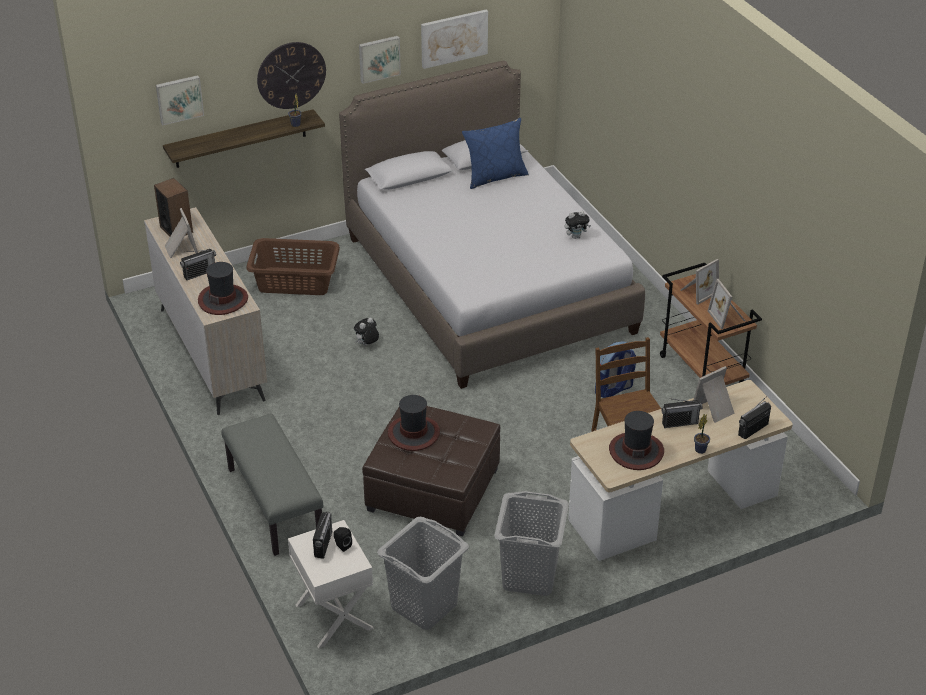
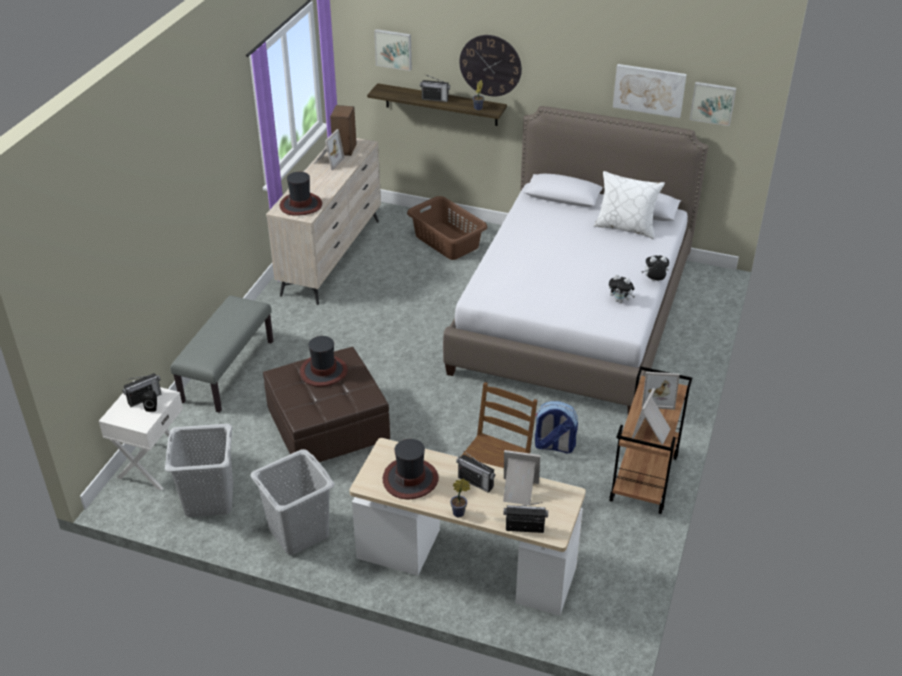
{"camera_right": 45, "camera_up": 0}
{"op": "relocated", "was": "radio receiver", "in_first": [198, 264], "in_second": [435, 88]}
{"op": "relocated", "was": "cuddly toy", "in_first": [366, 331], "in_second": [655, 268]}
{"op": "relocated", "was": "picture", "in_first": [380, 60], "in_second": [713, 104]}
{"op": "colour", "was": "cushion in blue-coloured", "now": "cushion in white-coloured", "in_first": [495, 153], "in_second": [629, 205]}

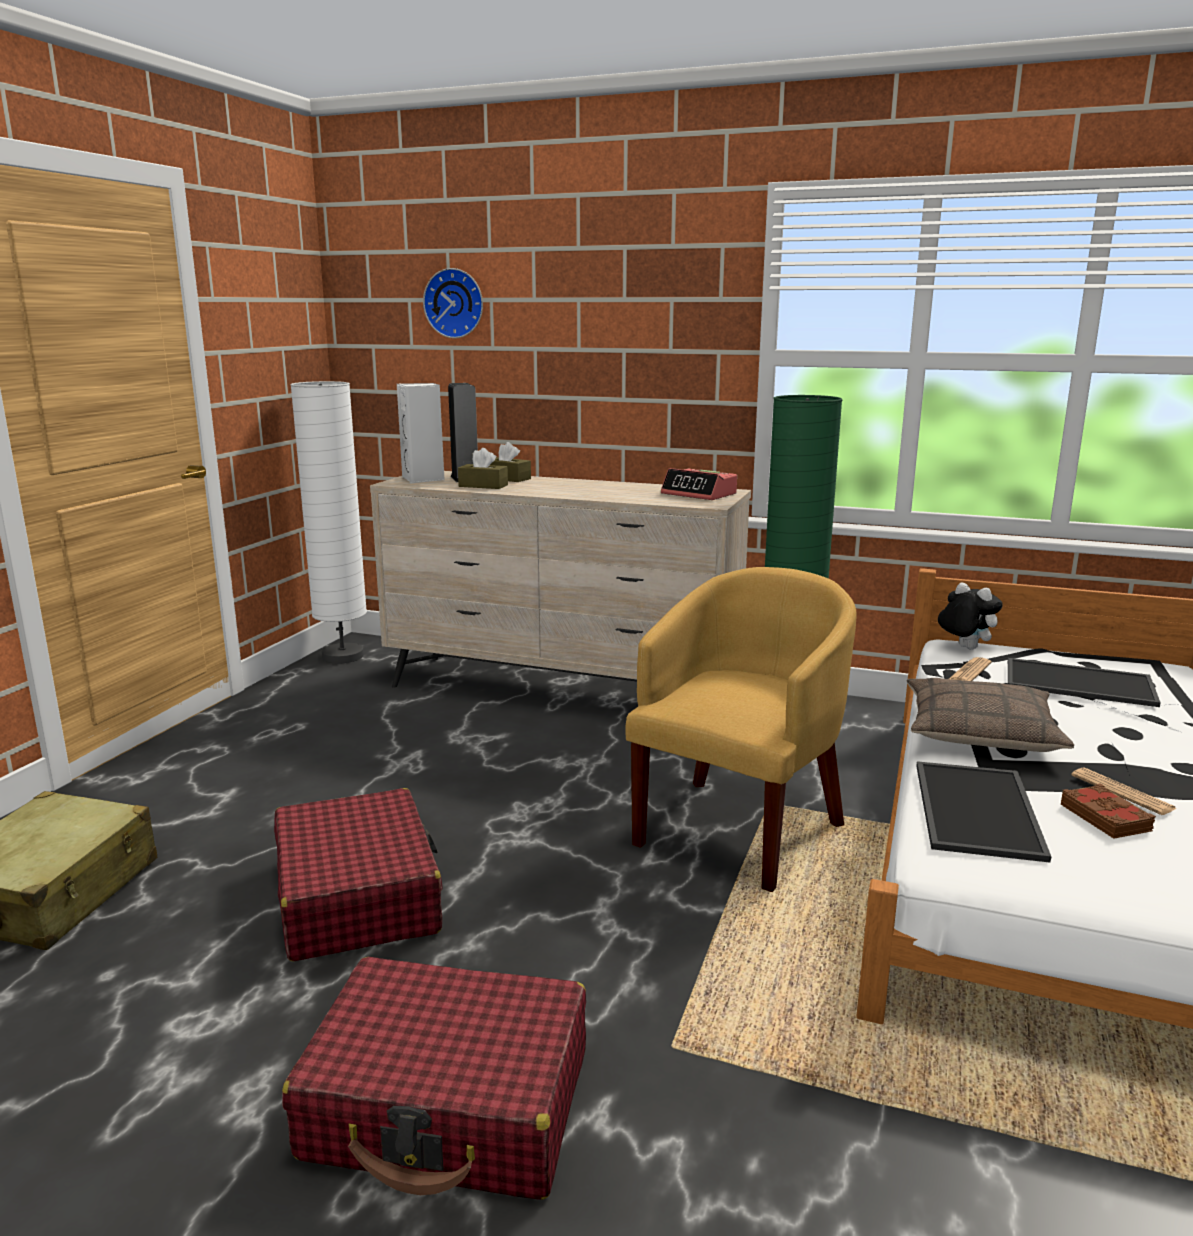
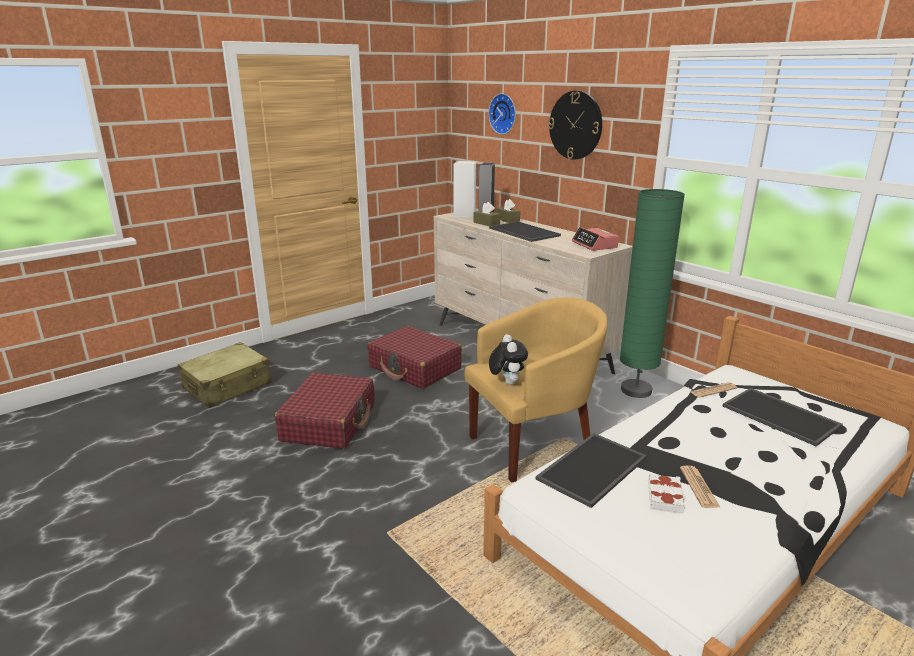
{"camera_right": 30, "camera_up": 5}
{"op": "relocated", "was": "suitcase in red", "in_first": [434, 1078], "in_second": [414, 357]}
{"op": "missing", "was": "standing lamp in white-coloured", "in_first": [328, 522]}
{"op": "missing", "was": "cushion", "in_first": [990, 715]}
{"op": "relocated", "was": "cuddly toy", "in_first": [970, 616], "in_second": [508, 359]}
{"op": "colour", "was": "bound book in brown", "now": "bound book in white-coloured", "in_first": [1108, 811], "in_second": [666, 493]}
{"op": "appeared", "now": "tray", "in_second": [525, 231]}
{"op": "appeared", "now": "hanging clock", "in_second": [575, 125]}

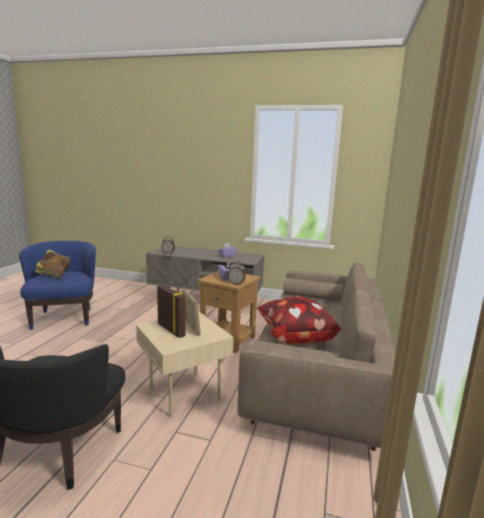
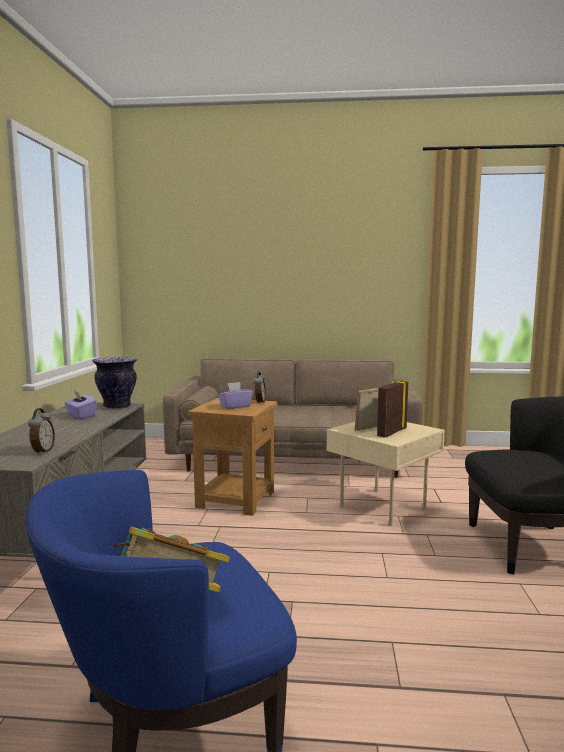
{"camera_right": -100, "camera_up": -5}
{"op": "missing", "was": "cushion", "in_first": [299, 320]}
{"op": "appeared", "now": "vase", "in_second": [114, 383]}

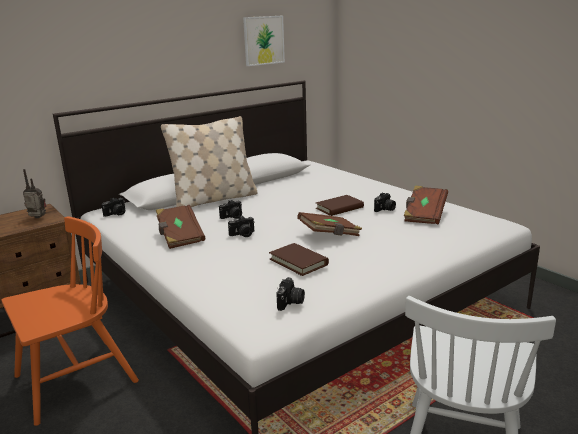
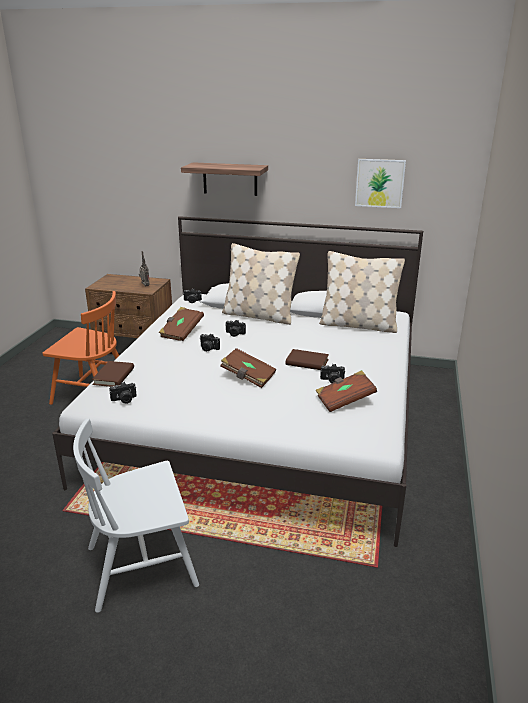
{"camera_right": 50, "camera_up": 5}
{"op": "relocated", "was": "bound book in brown", "in_first": [299, 259], "in_second": [113, 374]}
{"op": "appeared", "now": "shelf", "in_second": [224, 179]}
{"op": "appeared", "now": "cushion in beige", "in_second": [362, 292]}

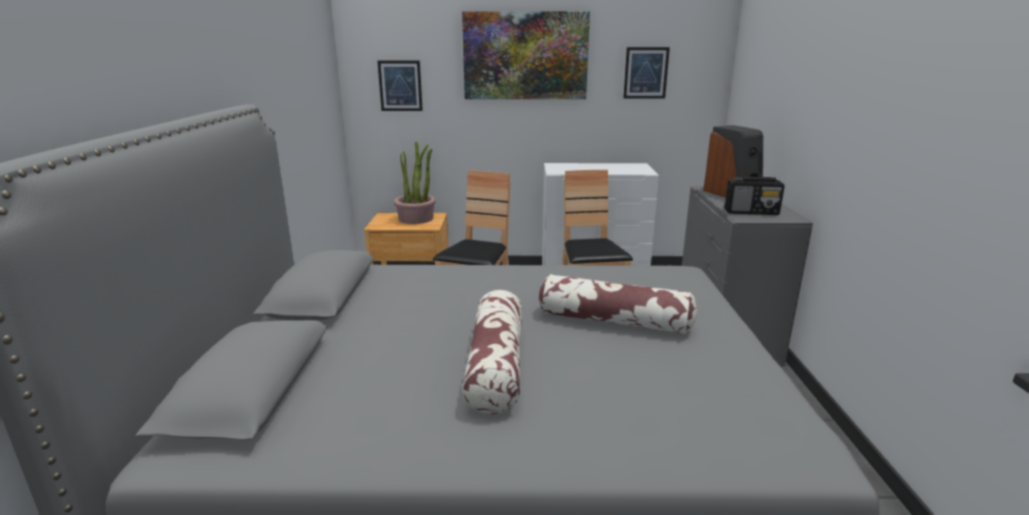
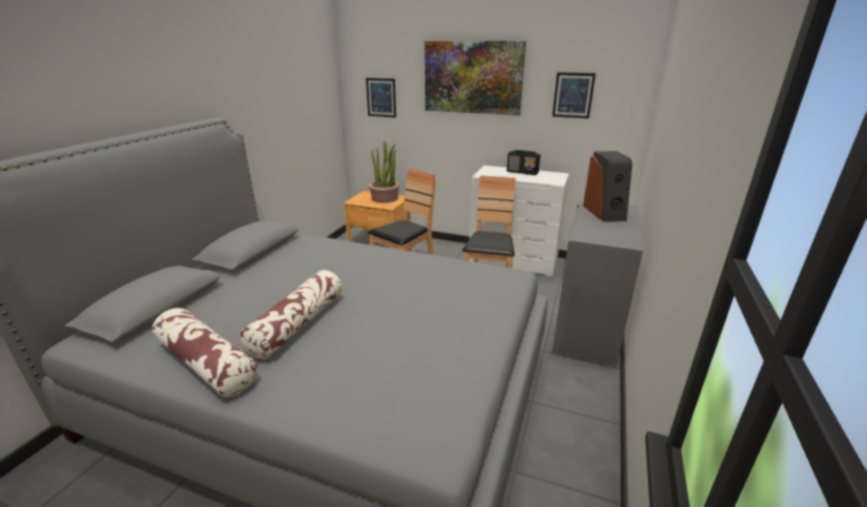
{"camera_right": 20, "camera_up": 5}
{"op": "relocated", "was": "cushion", "in_first": [618, 304], "in_second": [205, 352]}
{"op": "relocated", "was": "radio receiver", "in_first": [755, 196], "in_second": [523, 162]}

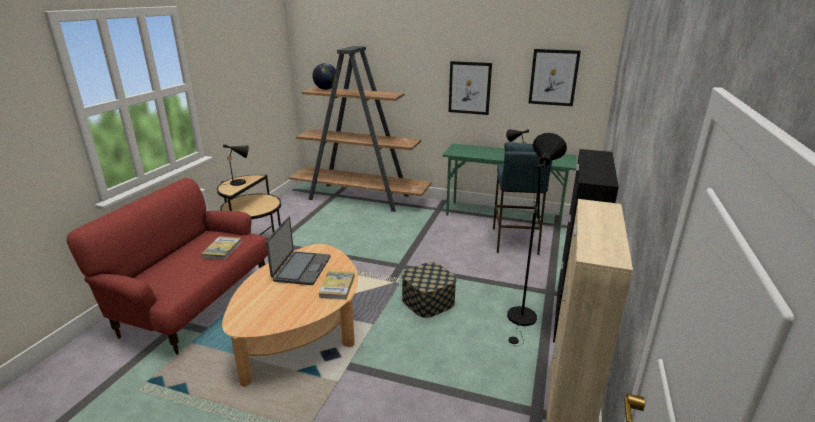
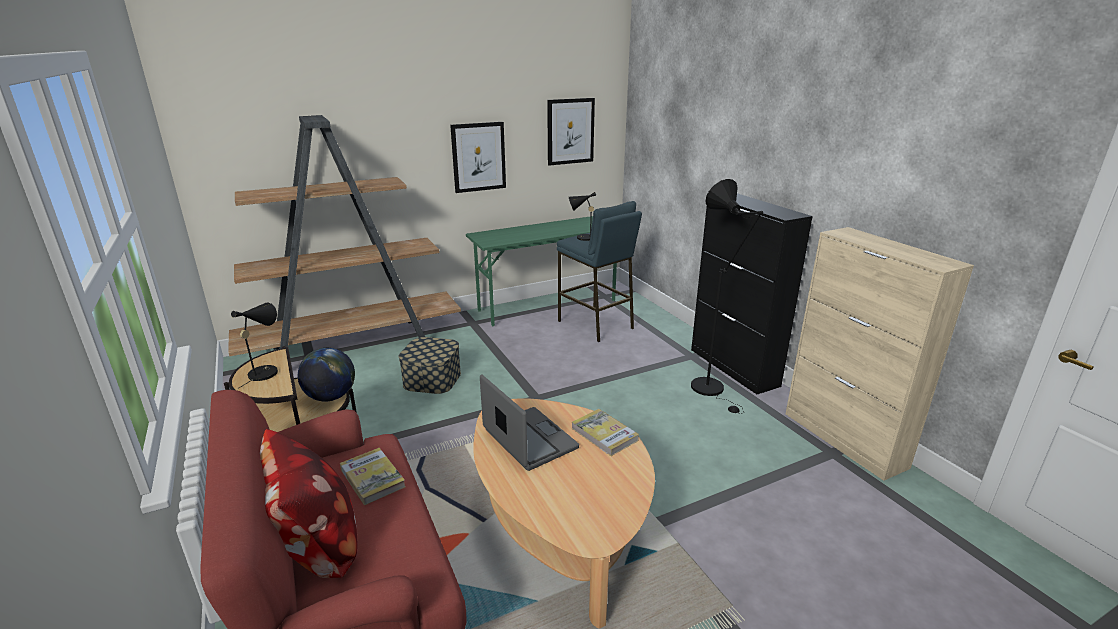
{"camera_right": -45, "camera_up": 0}
{"op": "relocated", "was": "world globe", "in_first": [324, 76], "in_second": [326, 375]}
{"op": "relocated", "was": "storage box", "in_first": [429, 290], "in_second": [430, 365]}
{"op": "appeared", "now": "cushion", "in_second": [308, 503]}

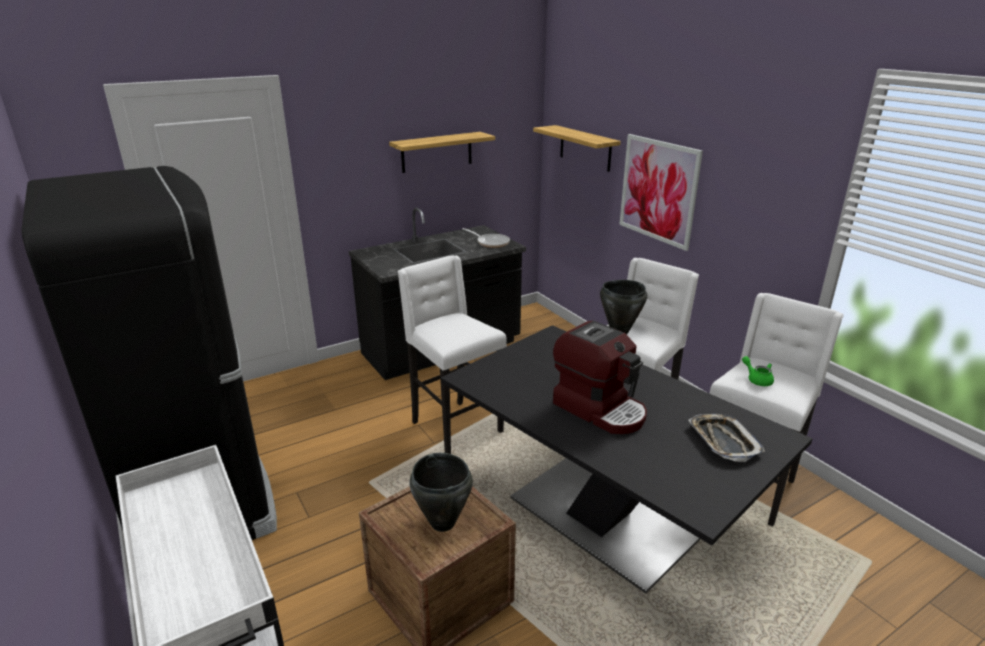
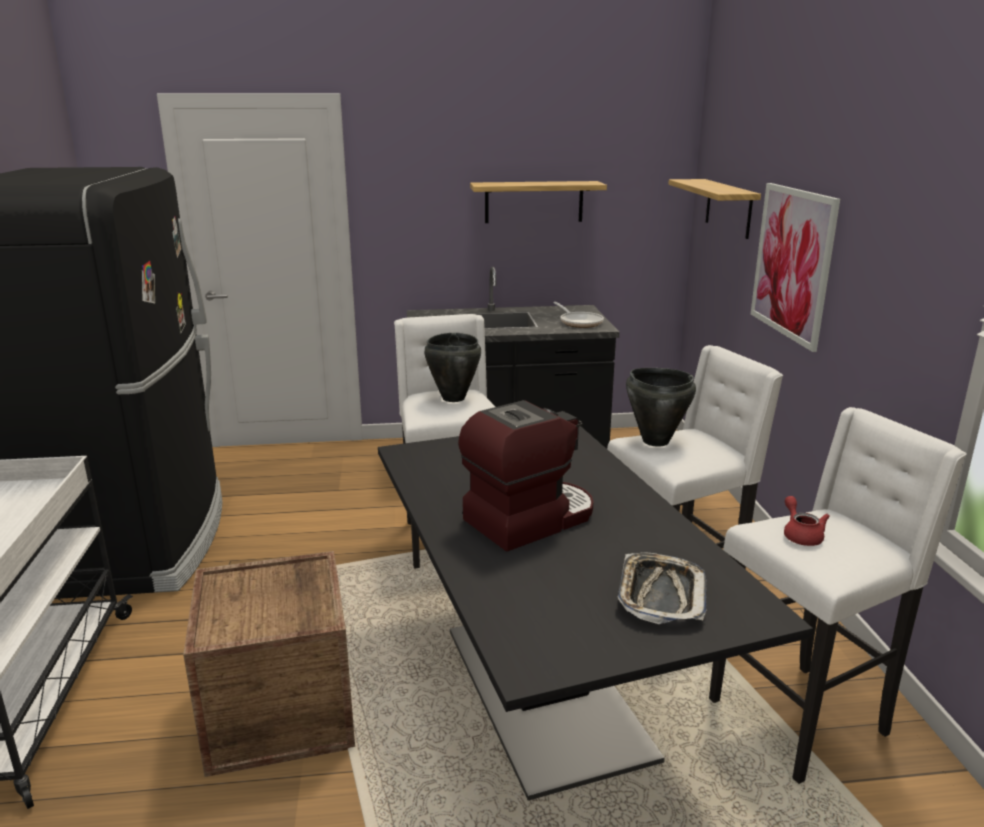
{"camera_right": 25, "camera_up": -5}
{"op": "relocated", "was": "saucepot in black", "in_first": [441, 492], "in_second": [452, 367]}
{"op": "spun", "was": "coffee machine", "in_first": [600, 377], "in_second": [526, 476], "clockwise": -105}
{"op": "colour", "was": "pot for tea in greenish", "now": "pot for tea in red", "in_first": [758, 371], "in_second": [807, 521]}

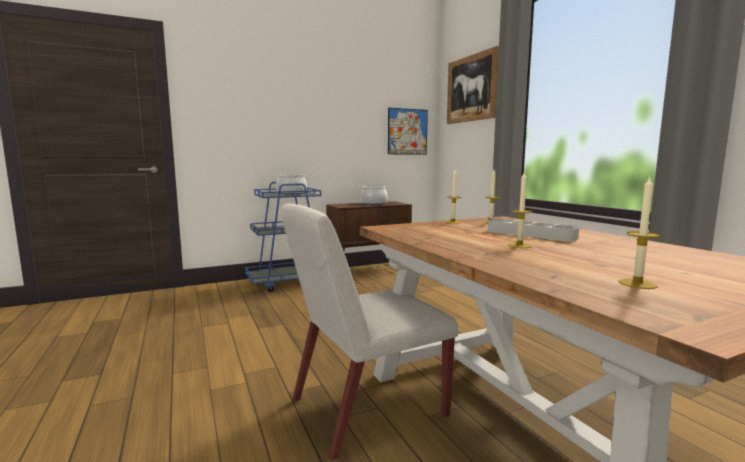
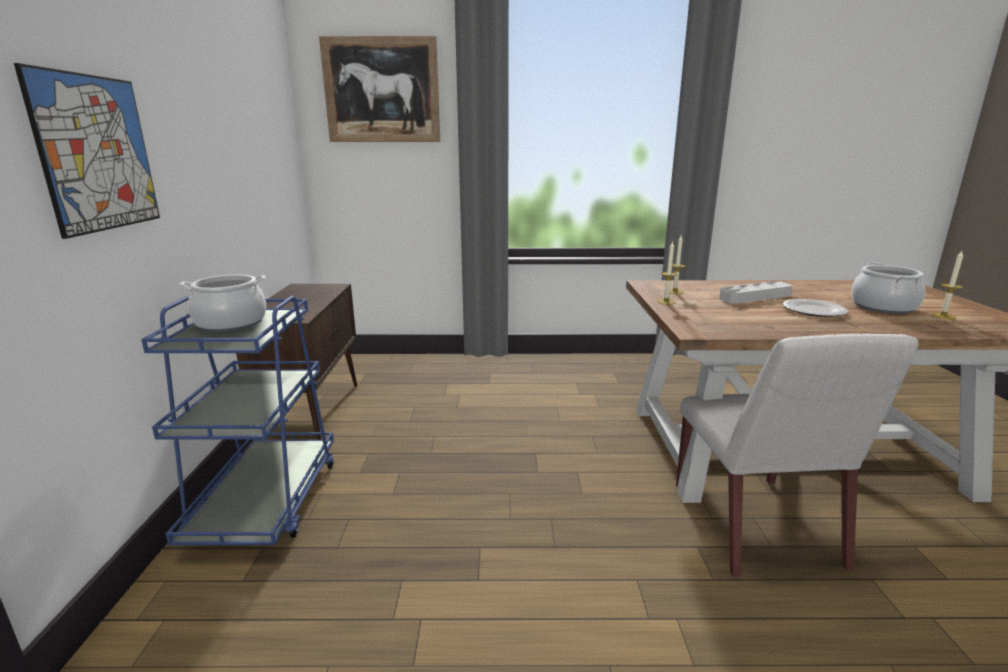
{"camera_right": -65, "camera_up": 10}
{"op": "relocated", "was": "saucepot", "in_first": [374, 195], "in_second": [888, 288]}
{"op": "relocated", "was": "picture", "in_first": [408, 131], "in_second": [87, 151]}
{"op": "exchanged", "was": "wax candle", "now": "dinner plate", "in_first": [520, 209], "in_second": [815, 308]}

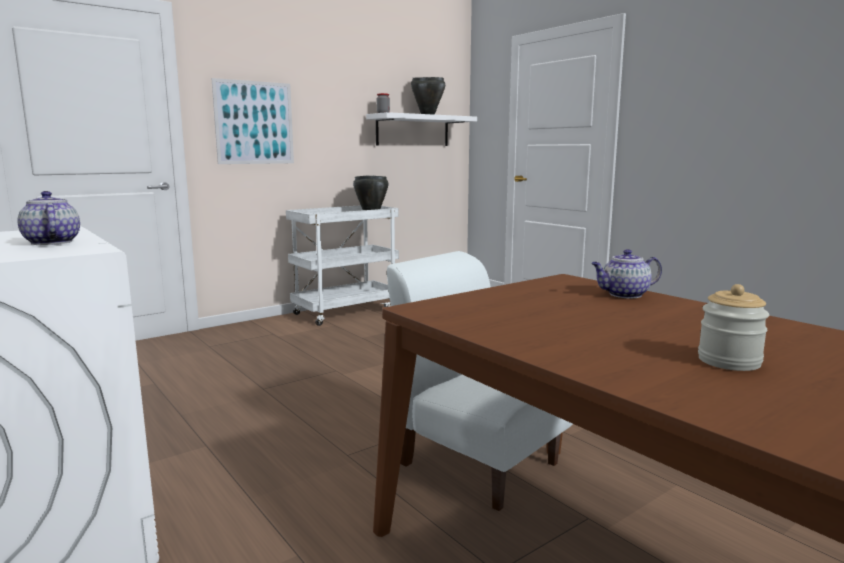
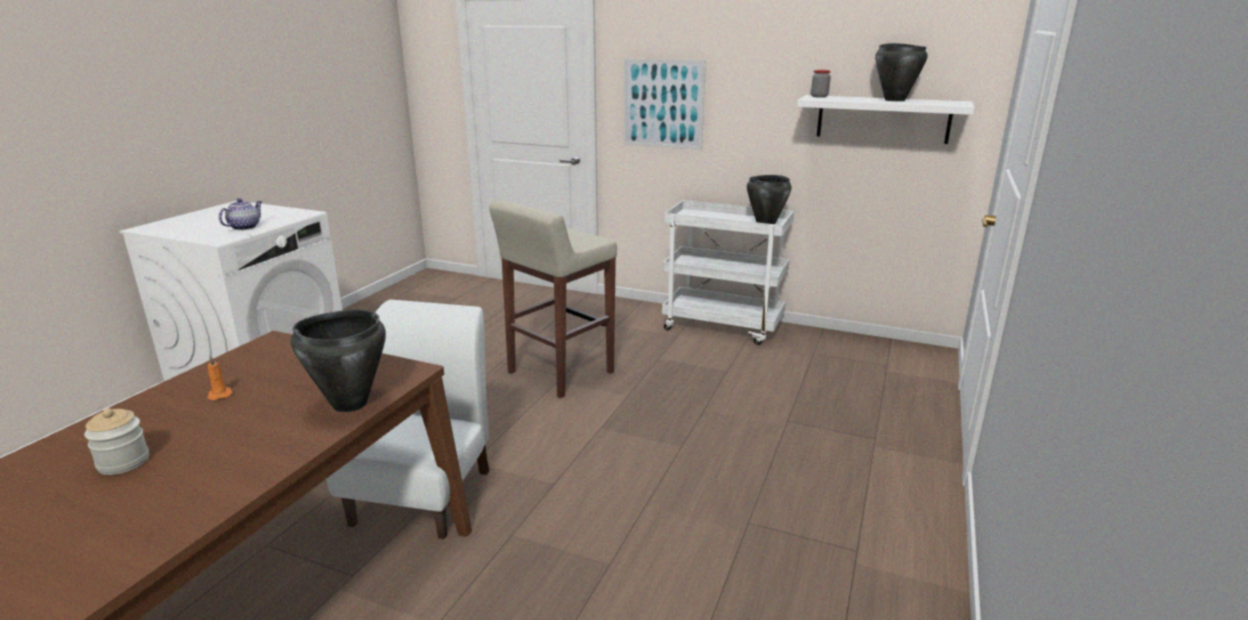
{"camera_right": 60, "camera_up": 10}
{"op": "exchanged", "was": "pot for tea", "now": "saucepot in black", "in_first": [626, 273], "in_second": [338, 361]}
{"op": "appeared", "now": "wax candle in orangey", "in_second": [220, 378]}
{"op": "appeared", "now": "stool in beige", "in_second": [553, 299]}

